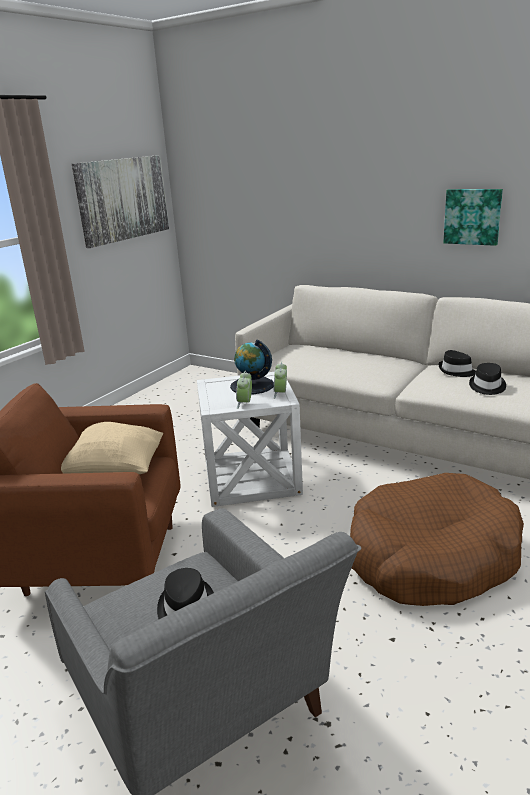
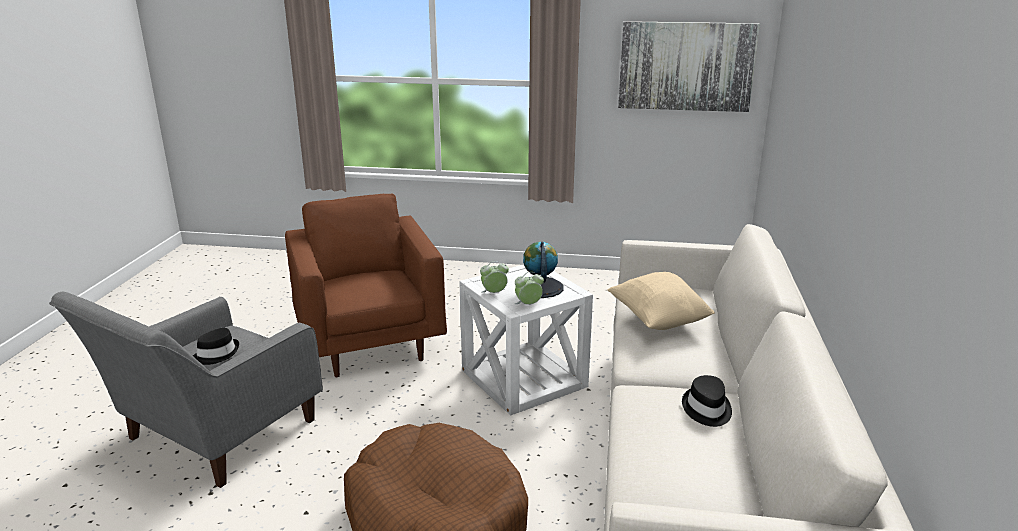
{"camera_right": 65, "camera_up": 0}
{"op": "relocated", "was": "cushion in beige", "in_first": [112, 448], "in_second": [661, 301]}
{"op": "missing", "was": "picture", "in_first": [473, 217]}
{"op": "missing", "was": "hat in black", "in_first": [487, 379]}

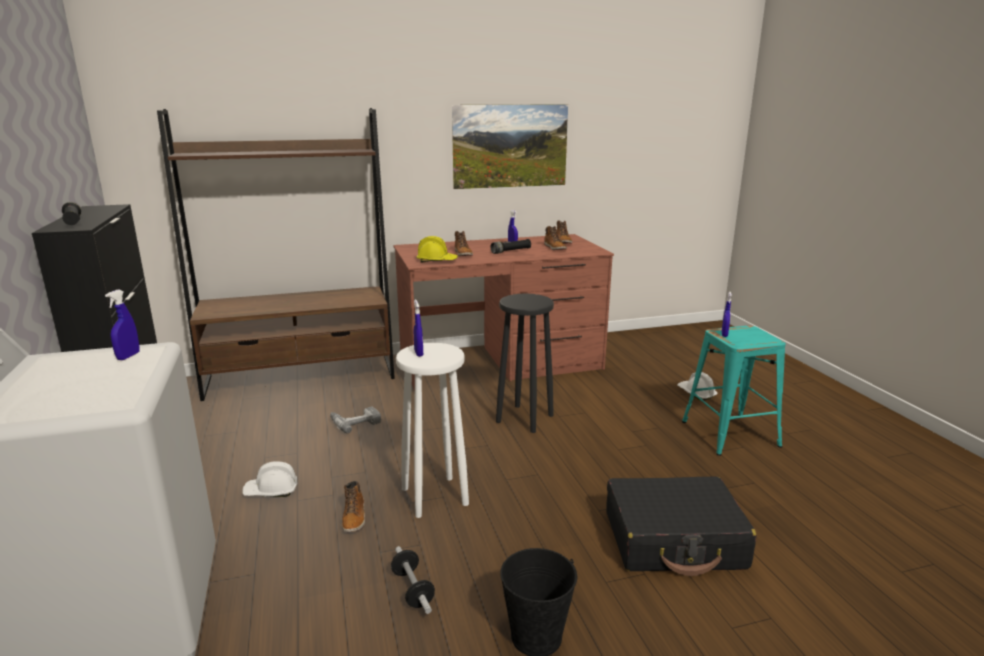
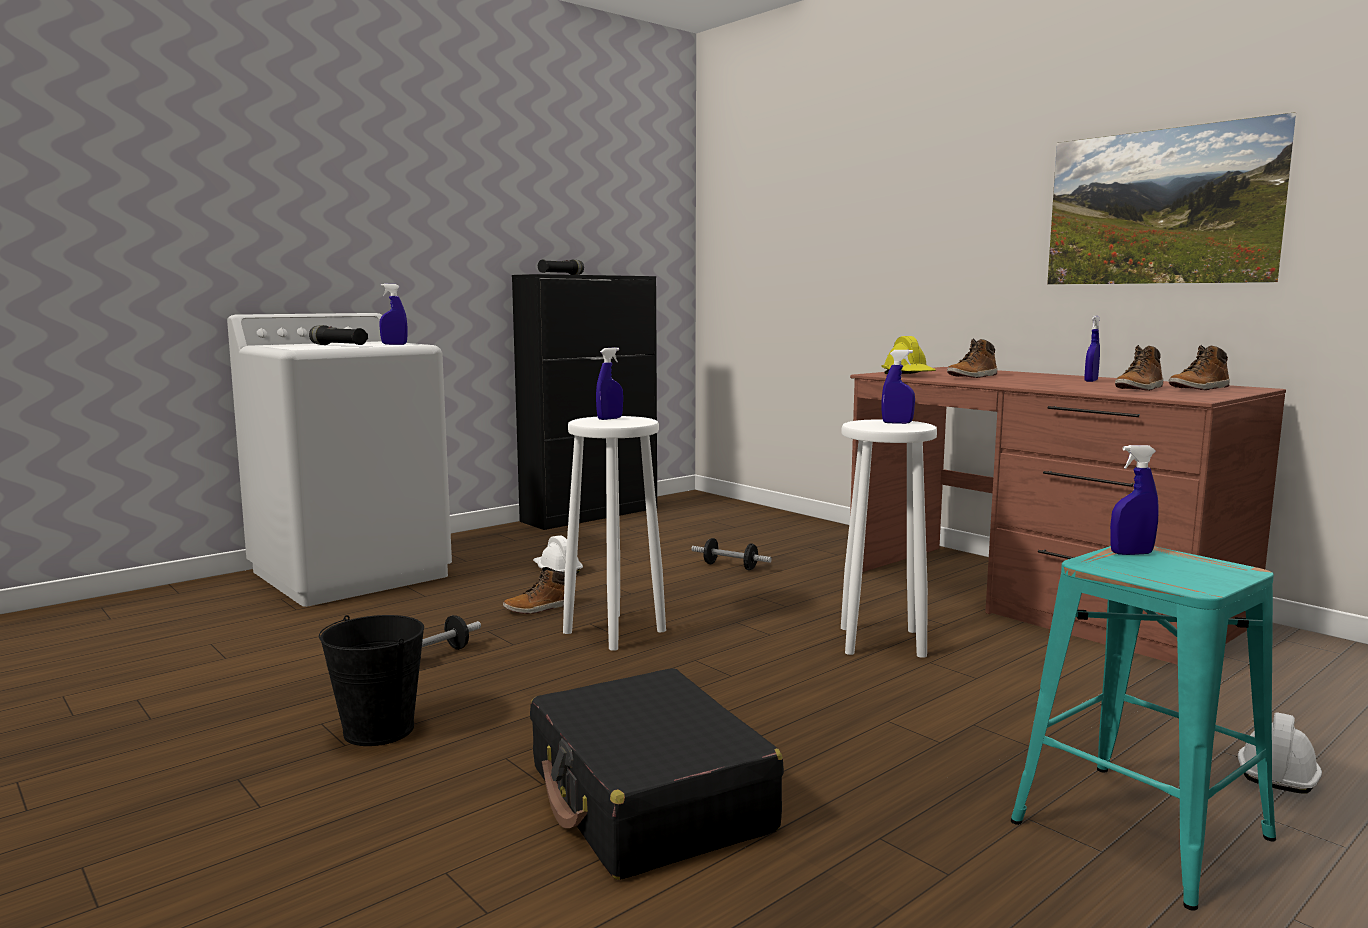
{"camera_right": 65, "camera_up": -10}
{"op": "missing", "was": "shelving unit in brown", "in_first": [276, 254]}
{"op": "exchanged", "was": "power drill", "now": "free weight", "in_first": [355, 420], "in_second": [731, 554]}
{"op": "relocated", "was": "torch in black", "in_first": [511, 246], "in_second": [338, 335]}
{"op": "colour", "was": "stool in black", "now": "stool in white-coloured", "in_first": [525, 363], "in_second": [889, 538]}
{"op": "appeared", "now": "hand sprayer in blue-coloured", "in_second": [898, 387]}

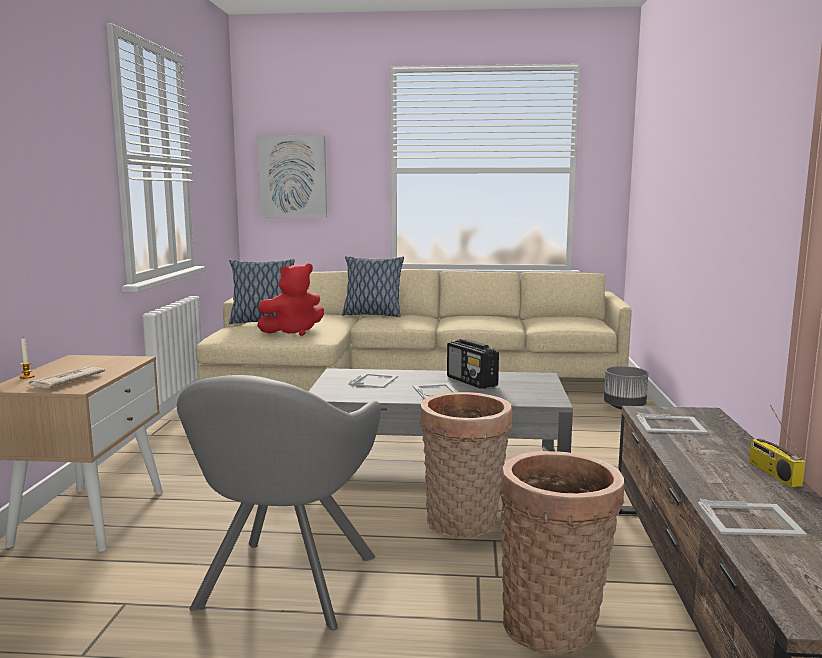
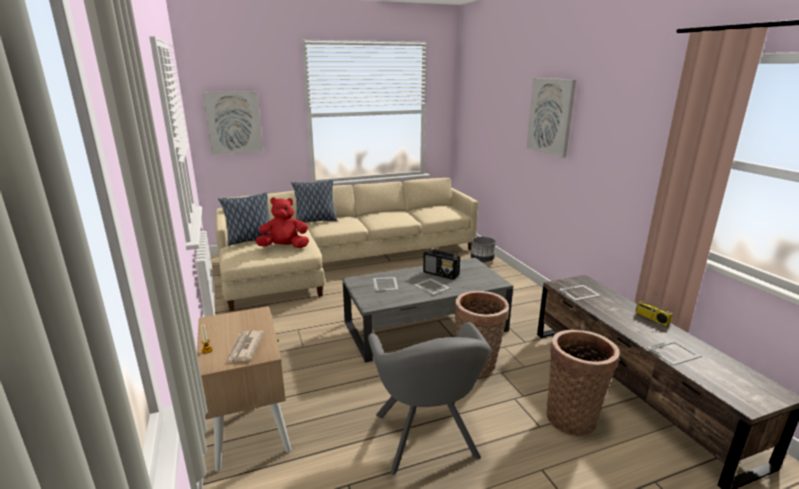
{"camera_right": -25, "camera_up": 10}
{"op": "spun", "was": "cuddly toy in red", "in_first": [290, 300], "in_second": [282, 222], "clockwise": -135}
{"op": "appeared", "now": "picture", "in_second": [551, 118]}

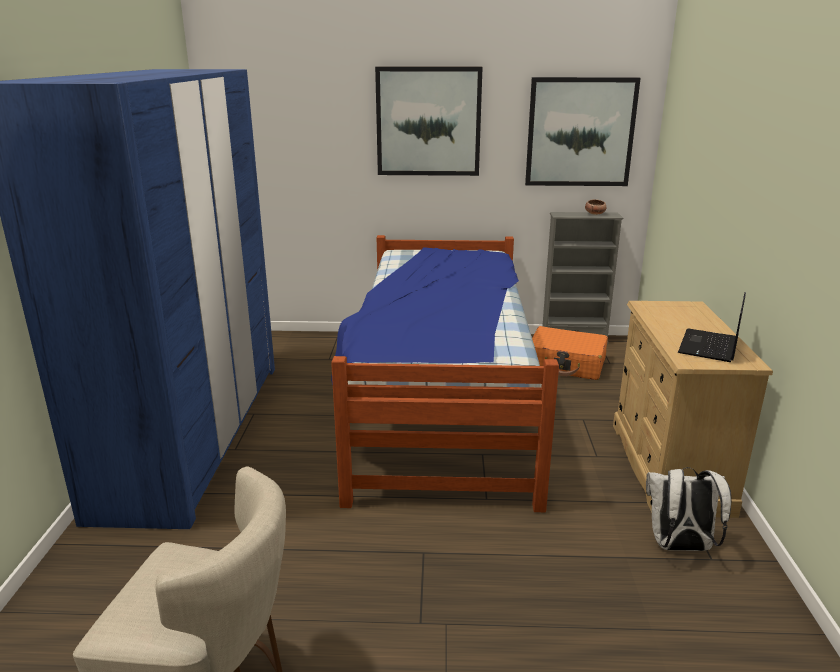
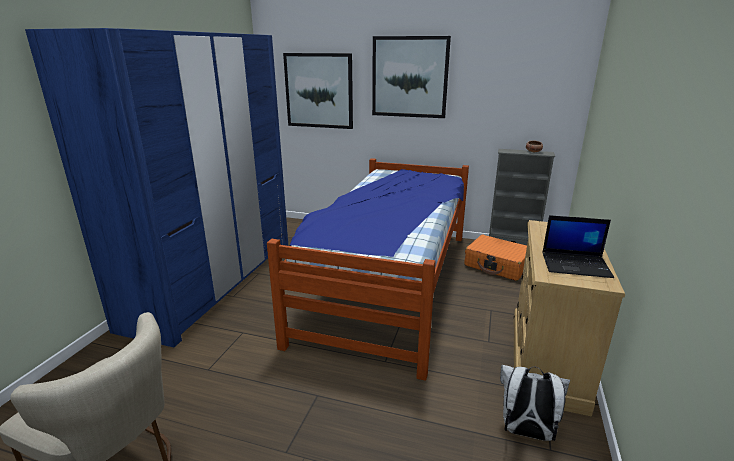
{"camera_right": 15, "camera_up": 0}
{"op": "relocated", "was": "picture", "in_first": [583, 131], "in_second": [318, 91]}
{"op": "spun", "was": "portable computer", "in_first": [712, 327], "in_second": [578, 246], "clockwise": -120}

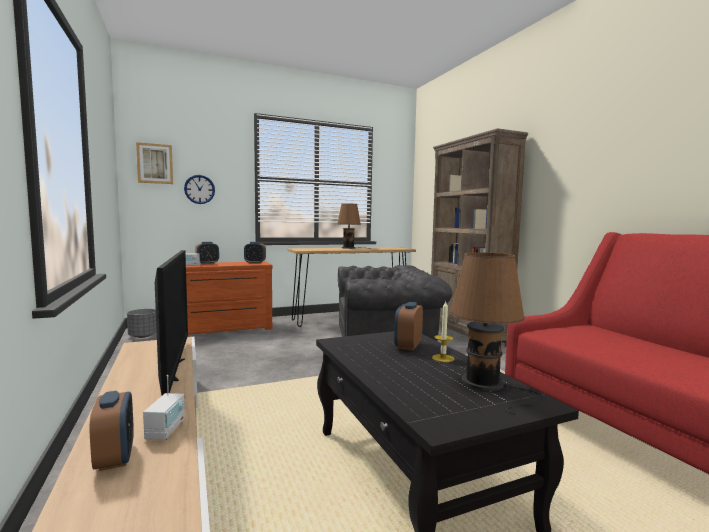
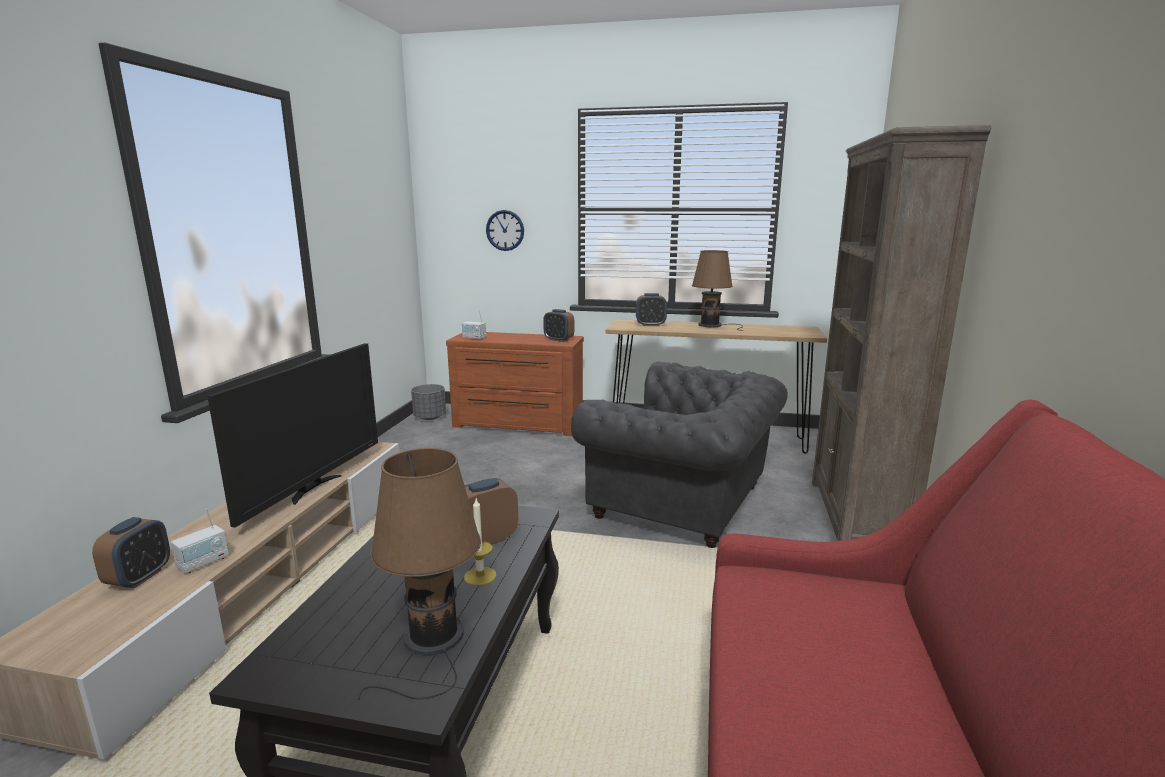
{"camera_right": 35, "camera_up": 10}
{"op": "missing", "was": "picture", "in_first": [154, 163]}
{"op": "relocated", "was": "alarm clock", "in_first": [207, 253], "in_second": [651, 309]}

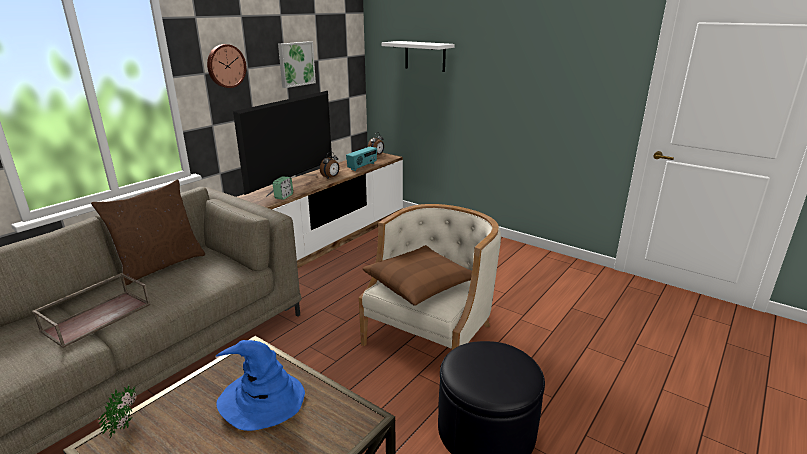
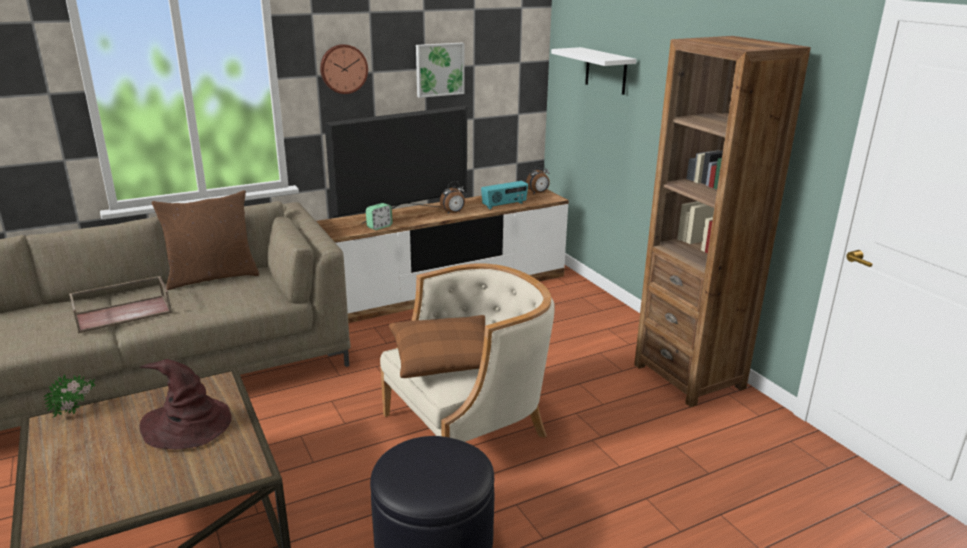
{"camera_right": 25, "camera_up": 0}
{"op": "colour", "was": "hat in blue-coloured", "now": "hat in brown", "in_first": [260, 385], "in_second": [186, 404]}
{"op": "appeared", "now": "shelving unit in brown", "in_second": [722, 221]}

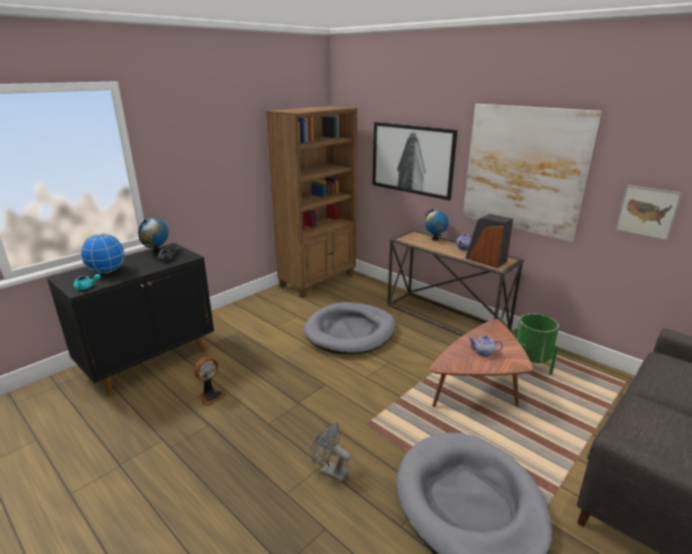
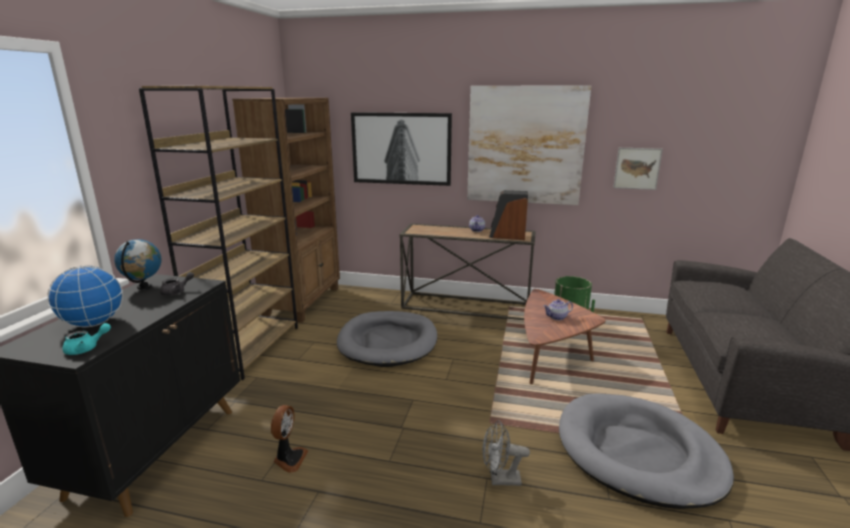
{"camera_right": -30, "camera_up": -5}
{"op": "missing", "was": "world globe", "in_first": [437, 224]}
{"op": "appeared", "now": "shelving unit in brown", "in_second": [218, 233]}

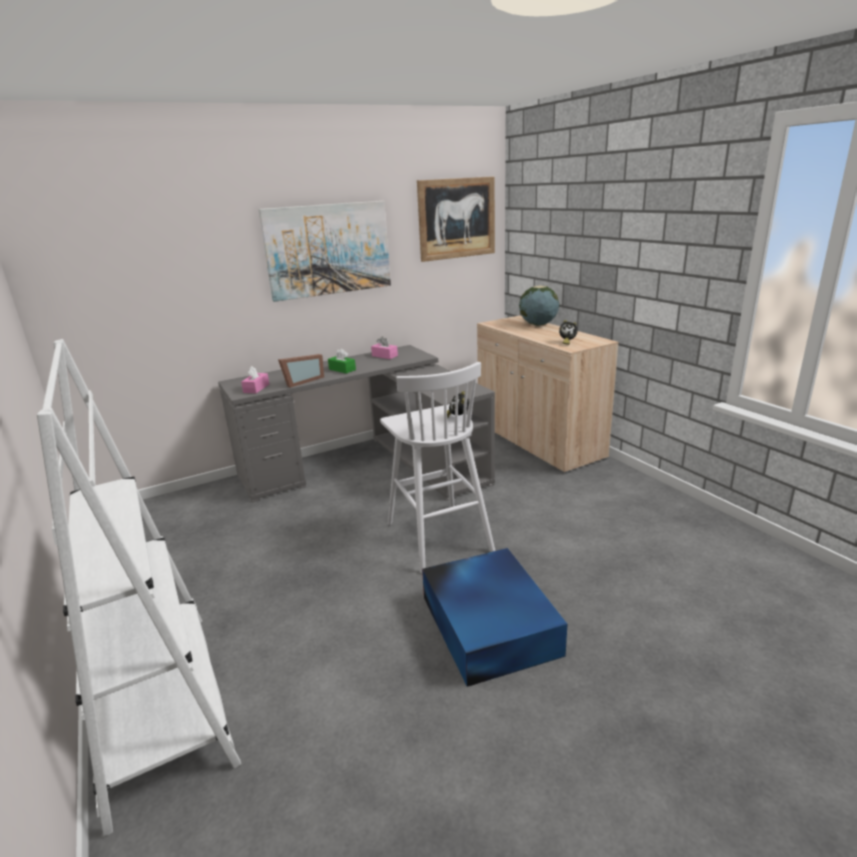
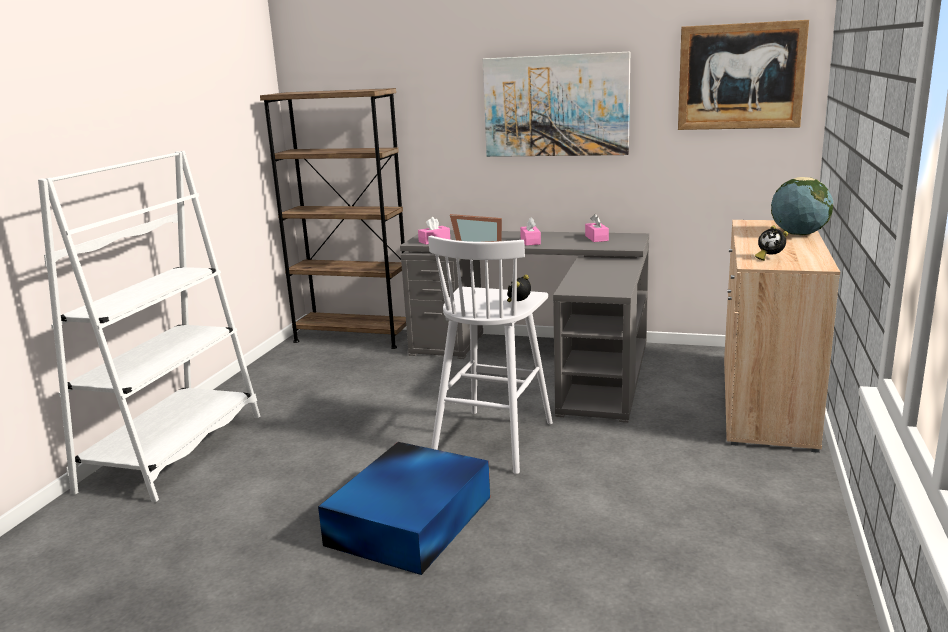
{"camera_right": 45, "camera_up": -5}
{"op": "colour", "was": "tissue box in greenish", "now": "tissue box in pink-coloured", "in_first": [342, 361], "in_second": [530, 231]}
{"op": "appeared", "now": "shelving unit in brown", "in_second": [333, 218]}

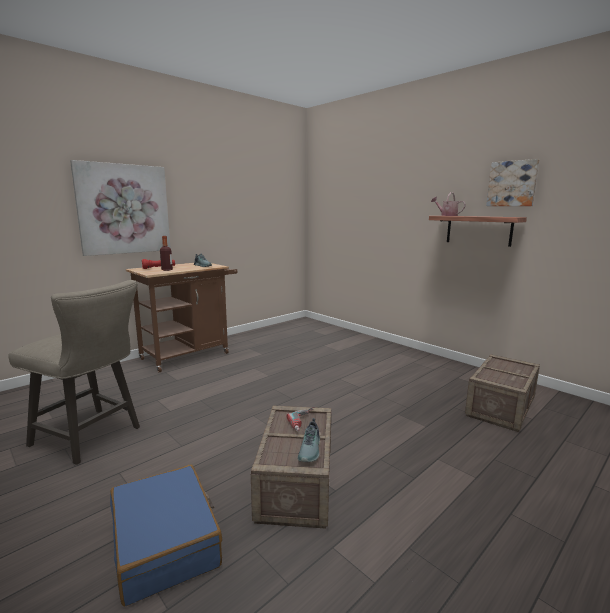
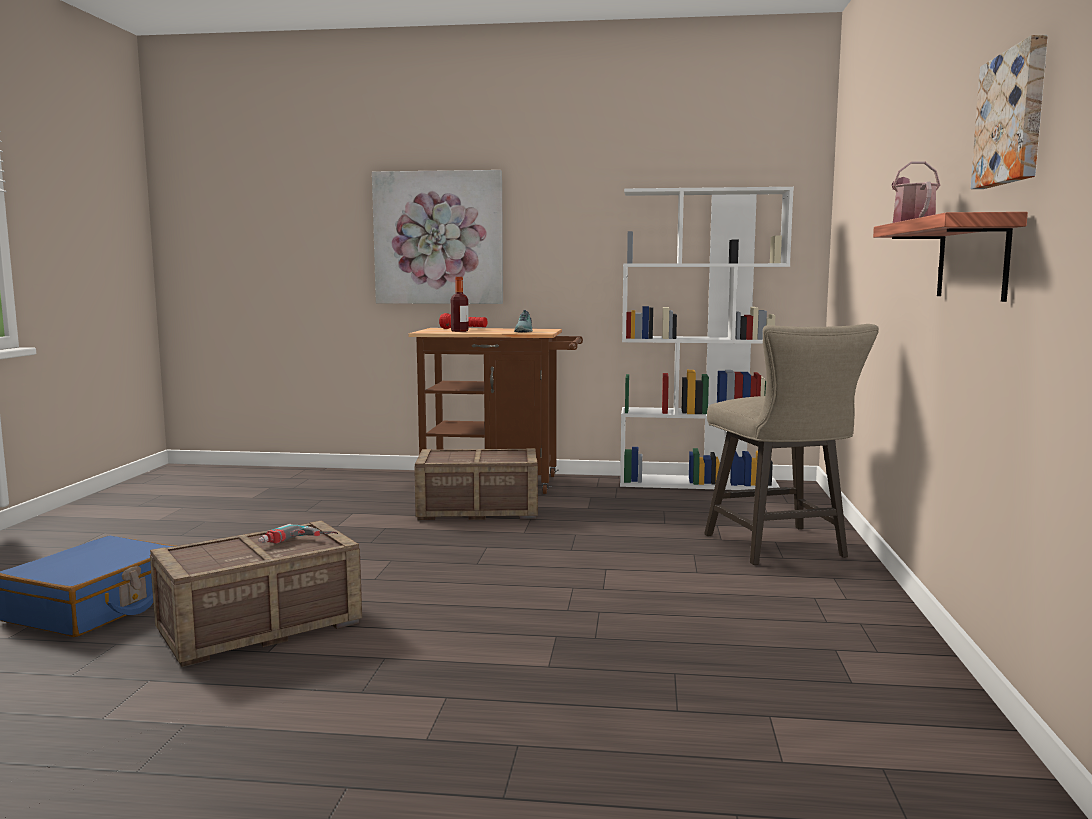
{"camera_right": 50, "camera_up": -5}
{"op": "relocated", "was": "stool in beige", "in_first": [74, 372], "in_second": [791, 444]}
{"op": "missing", "was": "shoe", "in_first": [308, 440]}
{"op": "relocated", "was": "shipping crate", "in_first": [502, 393], "in_second": [476, 484]}
{"op": "appeared", "now": "shelving unit in white-coloured", "in_second": [707, 338]}

